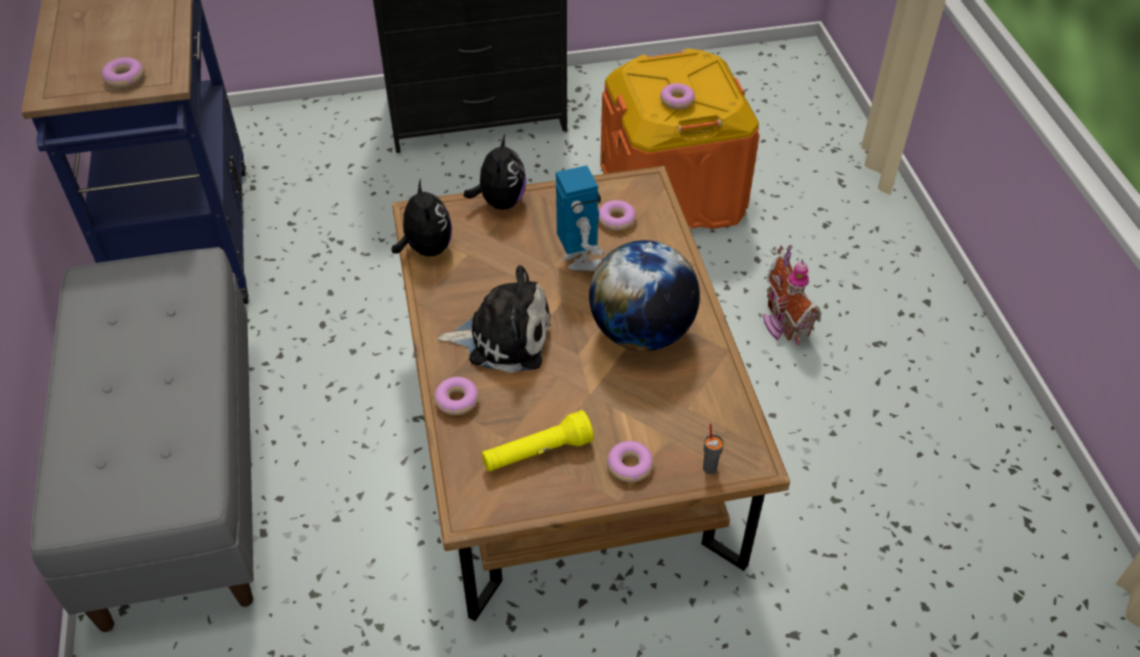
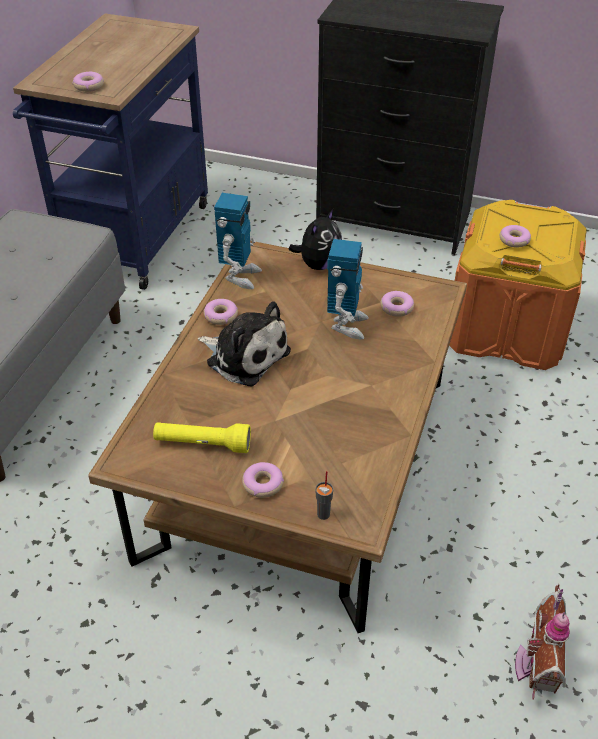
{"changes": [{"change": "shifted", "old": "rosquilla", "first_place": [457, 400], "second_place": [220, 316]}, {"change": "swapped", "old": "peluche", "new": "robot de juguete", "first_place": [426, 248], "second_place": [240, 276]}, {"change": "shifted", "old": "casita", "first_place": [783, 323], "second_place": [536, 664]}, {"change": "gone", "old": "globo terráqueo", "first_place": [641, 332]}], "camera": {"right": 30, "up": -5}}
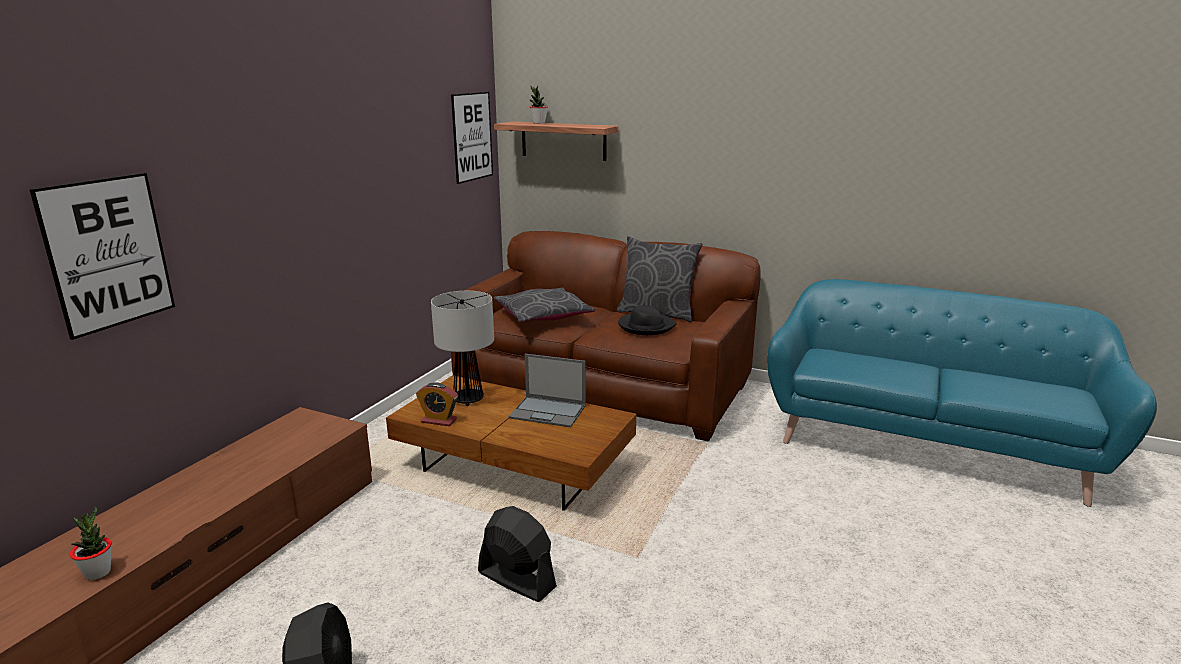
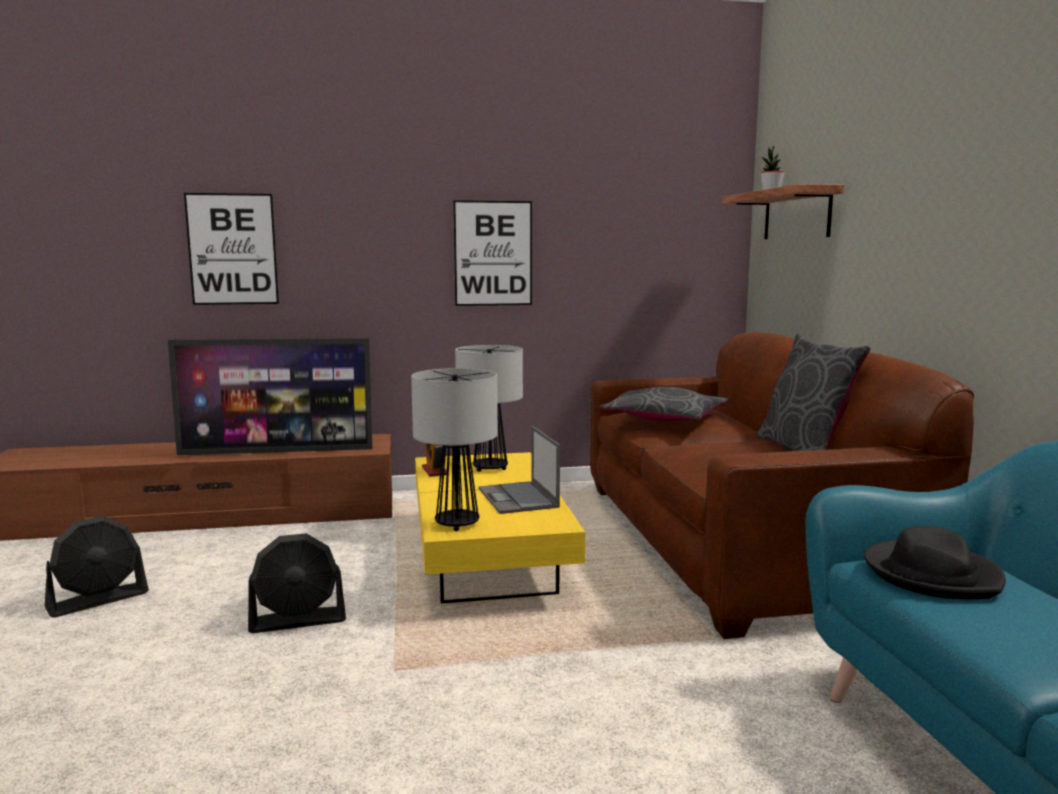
{"changes": [{"change": "new", "new": "televisor", "second_place": [277, 452]}, {"change": "rotated", "old": "ventilador (negro)", "first_place": [516, 579], "second_place": [298, 620], "degrees": 75}, {"change": "new", "new": "lámpara de mesa", "second_place": [456, 524]}, {"change": "repainted", "old": "mesa de centro (marrón)", "new": "mesa de centro (amarillo)", "first_place": [515, 468], "second_place": [489, 558]}, {"change": "shifted", "old": "cuadro", "first_place": [472, 137], "second_place": [493, 253]}, {"change": "shifted", "old": "sombrero (negro)", "first_place": [646, 326], "second_place": [932, 574]}, {"change": "gone", "old": "planta en maceta", "first_place": [98, 572]}], "camera": {"right": 55, "up": -10}}
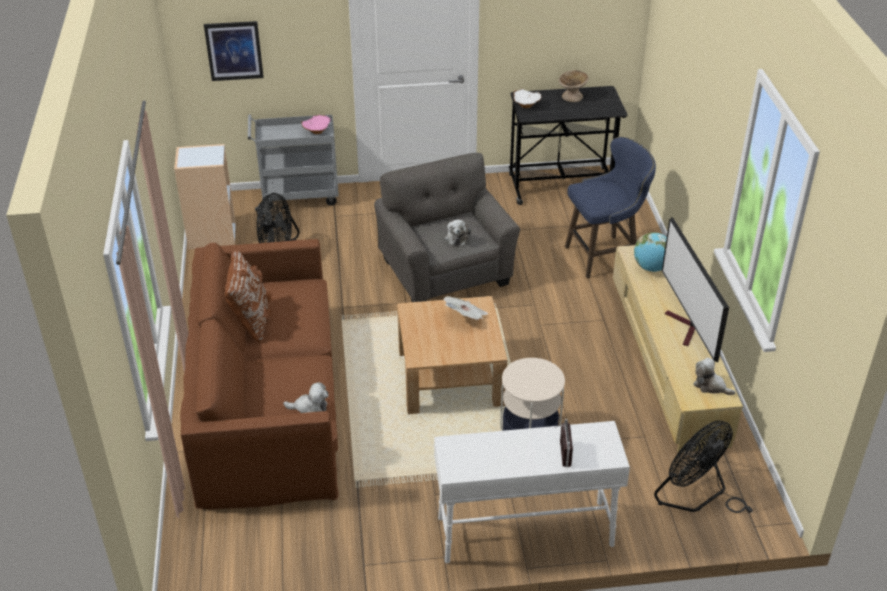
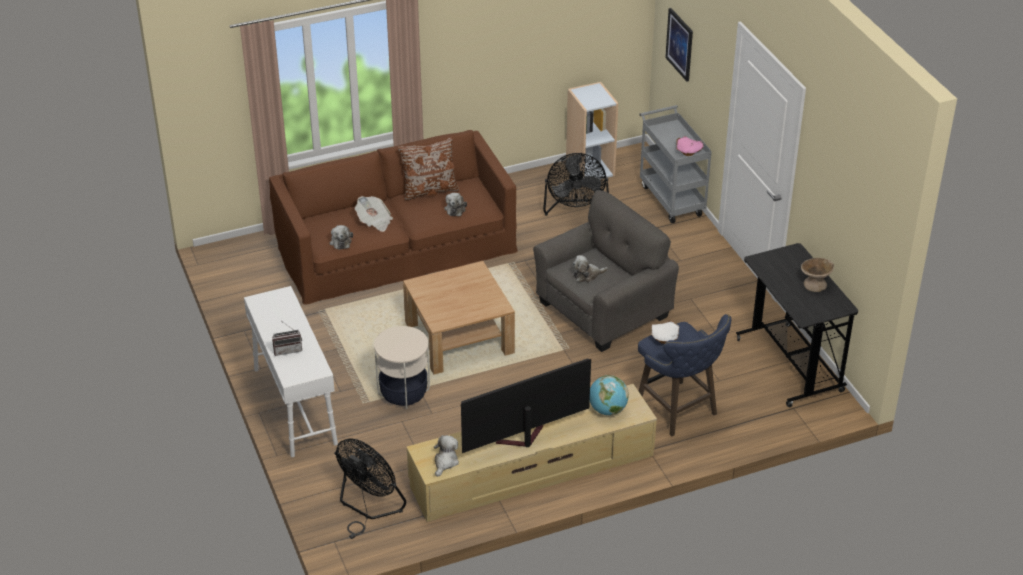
{"changes": [{"change": "shifted", "old": "periódico", "first_place": [466, 317], "second_place": [374, 221]}, {"change": "new", "new": "peluche", "second_place": [455, 208]}, {"change": "shifted", "old": "cuenco (blanco)", "first_place": [526, 105], "second_place": [665, 340]}], "camera": {"right": 75, "up": 0}}
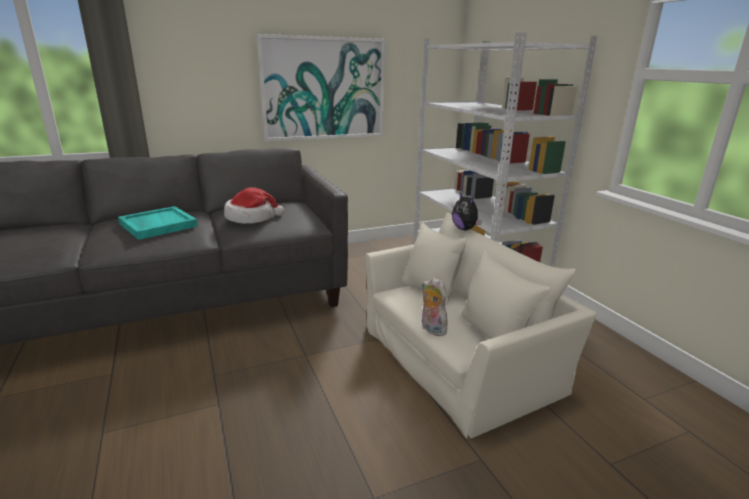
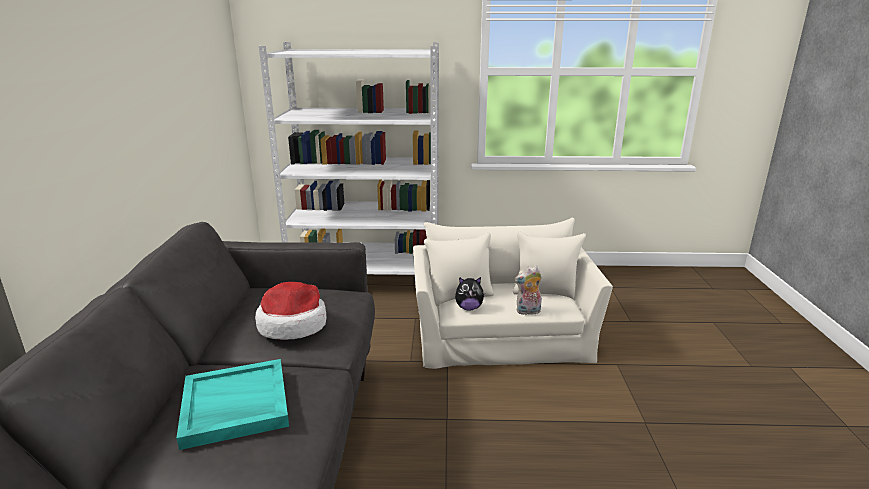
{"changes": [{"change": "shifted", "old": "peluche", "first_place": [465, 229], "second_place": [469, 308]}, {"change": "gone", "old": "cuadro", "first_place": [324, 89]}], "camera": {"right": -65, "up": 0}}
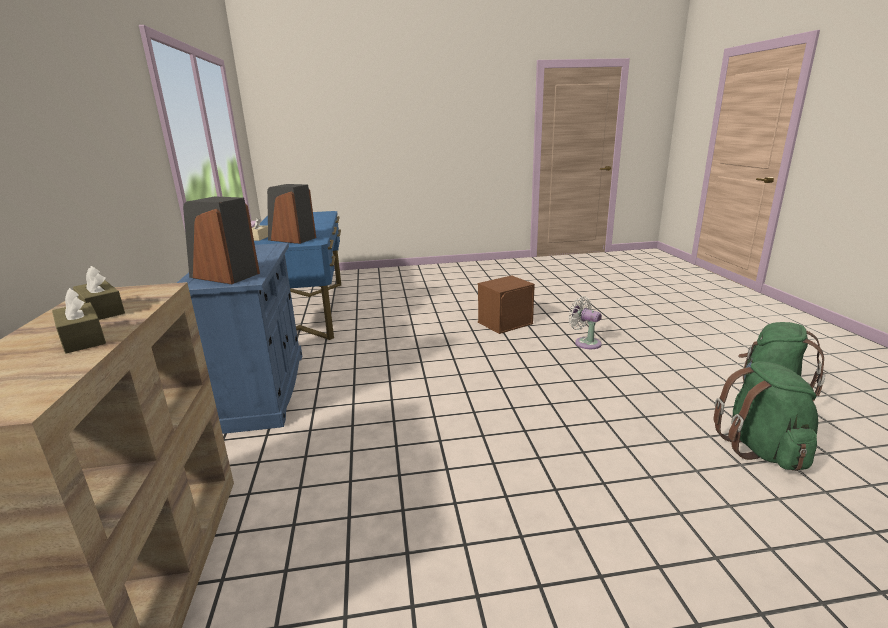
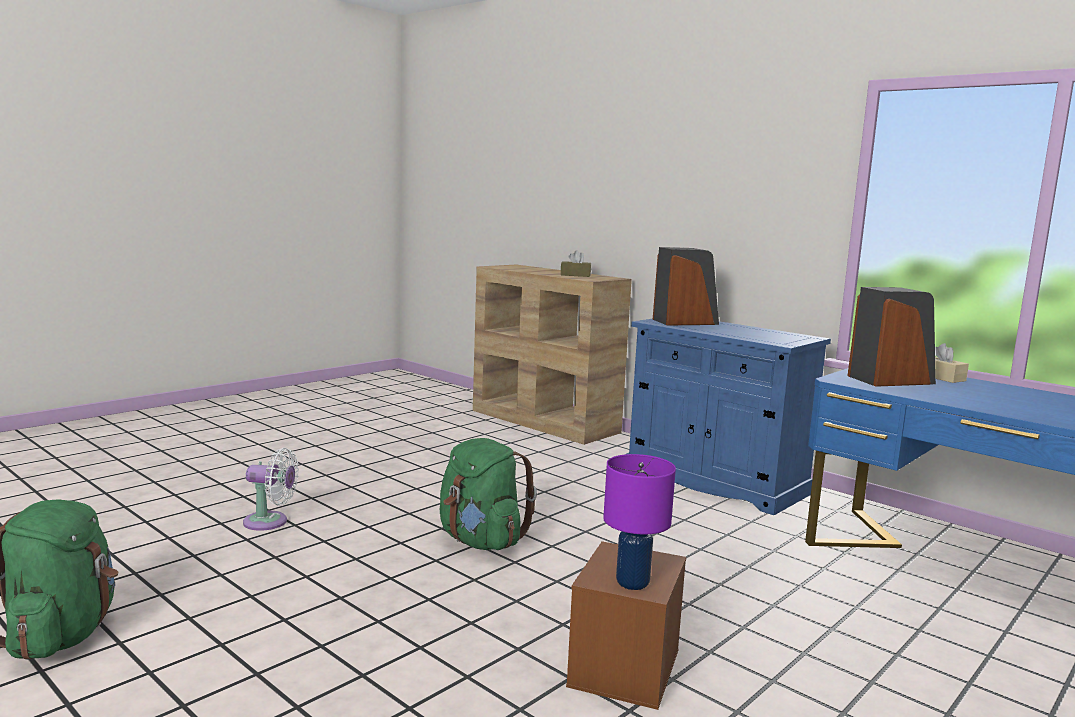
{"changes": [{"change": "shifted", "old": "ventilador (blanco)", "first_place": [585, 343], "second_place": [270, 522]}, {"change": "shifted", "old": "mochila (verde)", "first_place": [761, 449], "second_place": [481, 541]}, {"change": "new", "new": "lámpara de mesa (morado)", "second_place": [632, 584]}, {"change": "gone", "old": "caja de pañuelos (marrón)", "first_place": [82, 339]}], "camera": {"right": 140, "up": -10}}
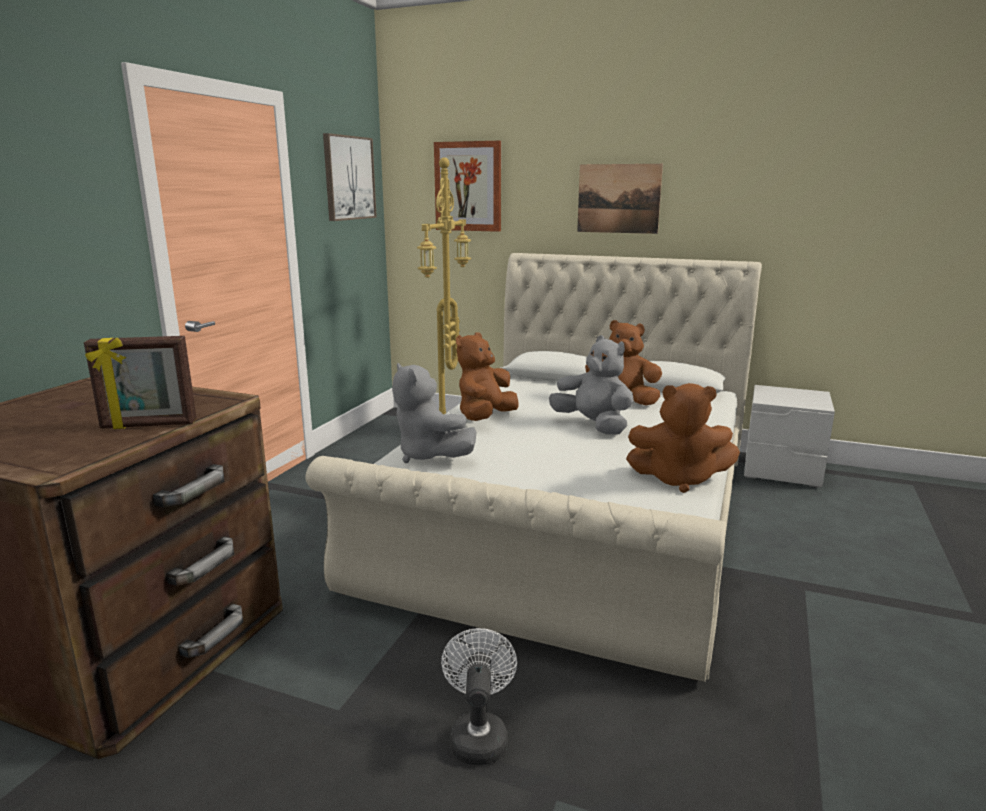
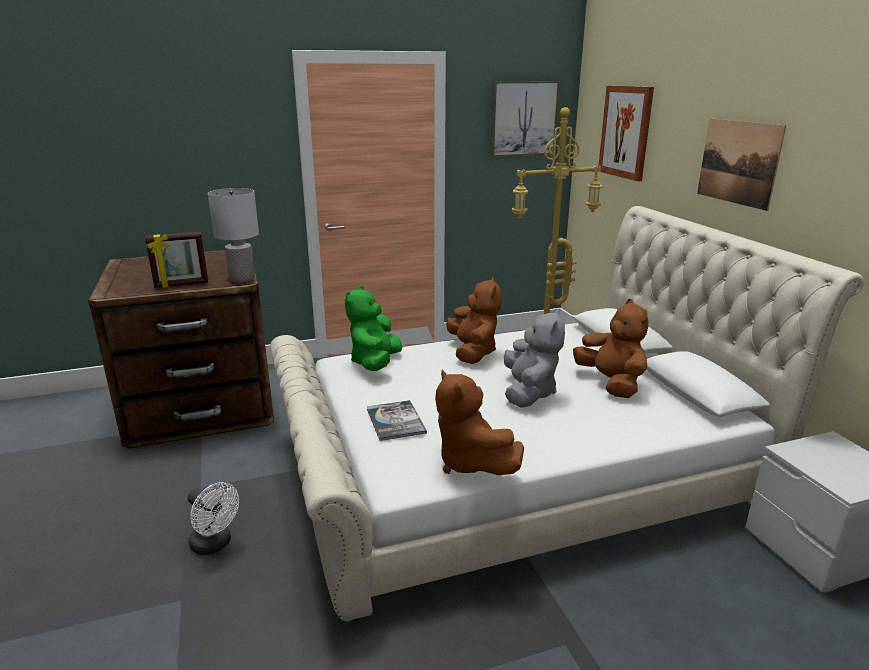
{"changes": [{"change": "rotated", "old": "portarretratos", "first_place": [149, 425], "second_place": [181, 285], "degrees": -60}, {"change": "rotated", "old": "ventilador (blanco)", "first_place": [478, 735], "second_place": [215, 544], "degrees": 75}, {"change": "new", "new": "lámpara de mesa (gris)", "second_place": [242, 280]}, {"change": "repainted", "old": "peluche (gris)", "new": "peluche (verde)", "first_place": [429, 455], "second_place": [375, 363]}, {"change": "new", "new": "libro", "second_place": [395, 421]}, {"change": "rotated", "old": "peluche (marrón)", "first_place": [485, 418], "second_place": [473, 352], "degrees": 90}], "camera": {"right": 50, "up": 5}}
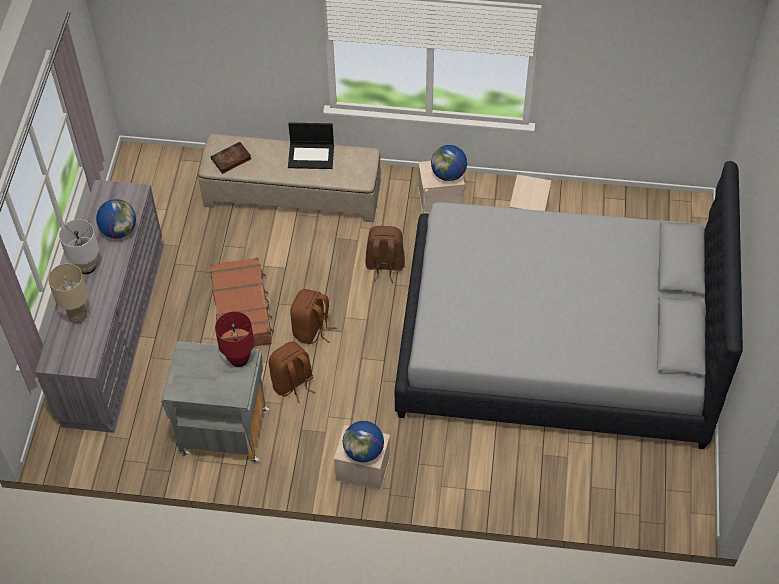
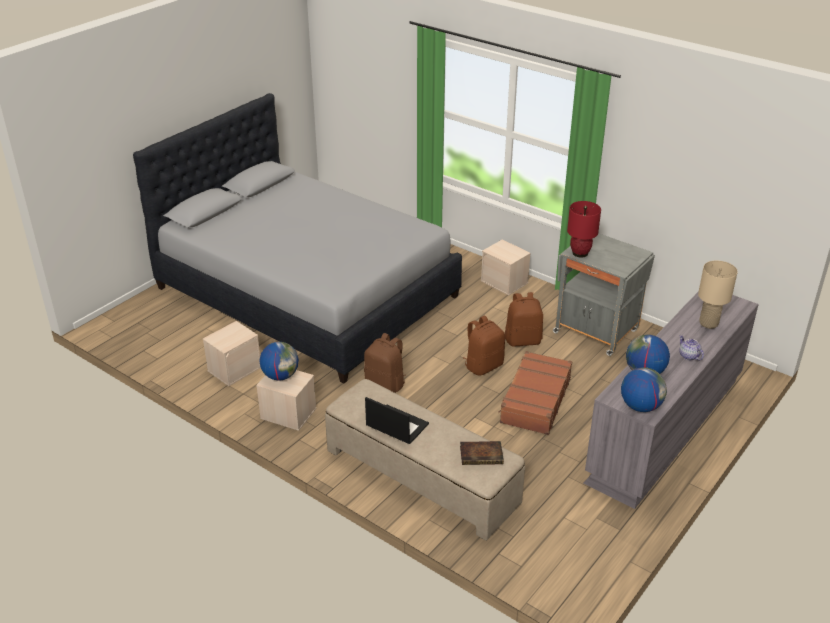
{"changes": [{"change": "shifted", "old": "globo terráqueo", "first_place": [364, 451], "second_place": [640, 406]}, {"change": "swapped", "old": "lámpara de mesa (blanco)", "new": "tetera", "first_place": [87, 267], "second_place": [688, 356]}], "camera": {"right": -150, "up": -20}}
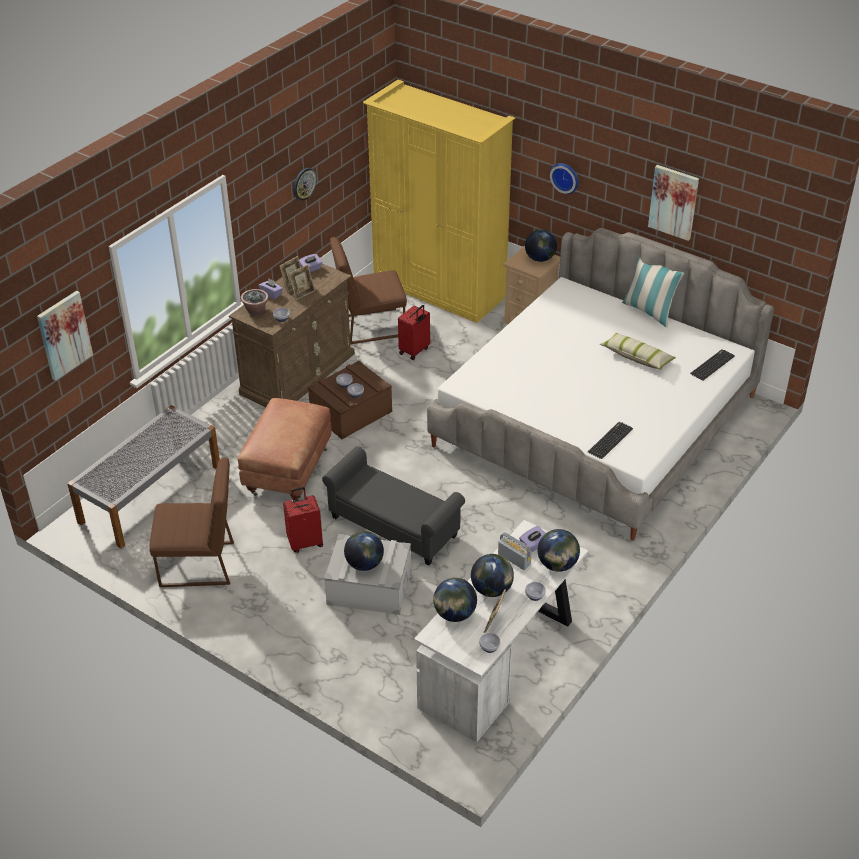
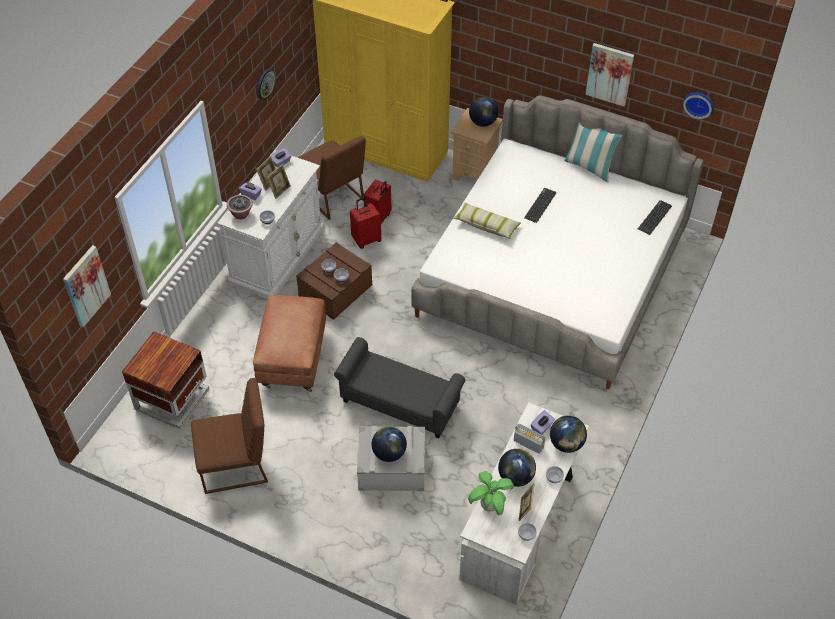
{"changes": [{"change": "swapped", "old": "banco (gris)", "new": "mesita de noche", "first_place": [150, 494], "second_place": [172, 399]}, {"change": "repainted", "old": "cómoda (marrón)", "new": "cómoda (blanco)", "first_place": [297, 373], "second_place": [277, 255]}, {"change": "rotated", "old": "silla (marrón)", "first_place": [370, 326], "second_place": [332, 196], "degrees": -105}, {"change": "shifted", "old": "maleta (rojo)", "first_place": [305, 542], "second_place": [366, 239]}, {"change": "shifted", "old": "cojín", "first_place": [636, 357], "second_place": [486, 225]}, {"change": "swapped", "old": "globo terráqueo", "new": "planta en maceta", "first_place": [454, 614], "second_place": [489, 506]}, {"change": "shifted", "old": "teclado", "first_place": [610, 440], "second_place": [540, 205]}, {"change": "shifted", "old": "reloj de pared", "first_place": [565, 177], "second_place": [699, 103]}], "camera": {"right": -10, "up": 10}}
